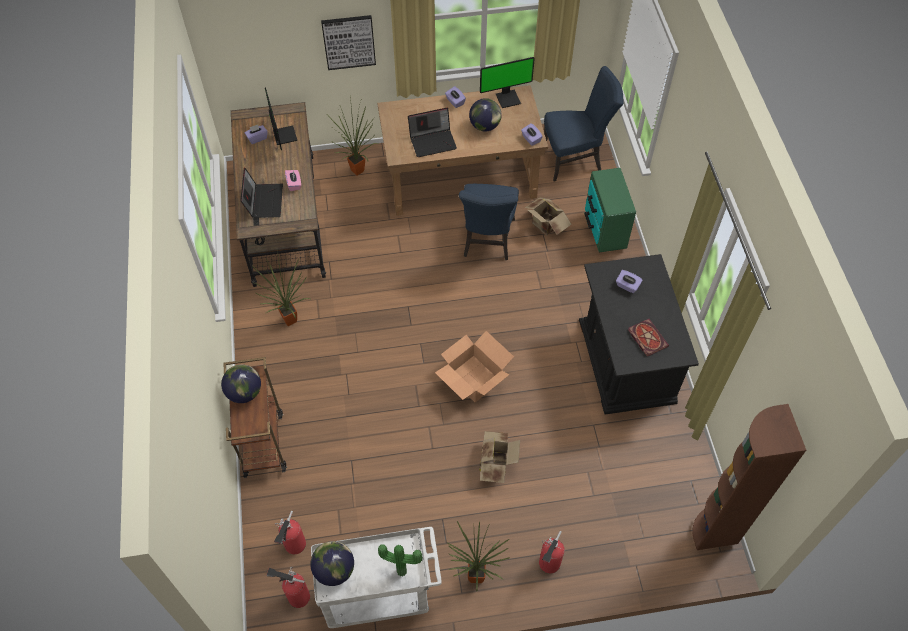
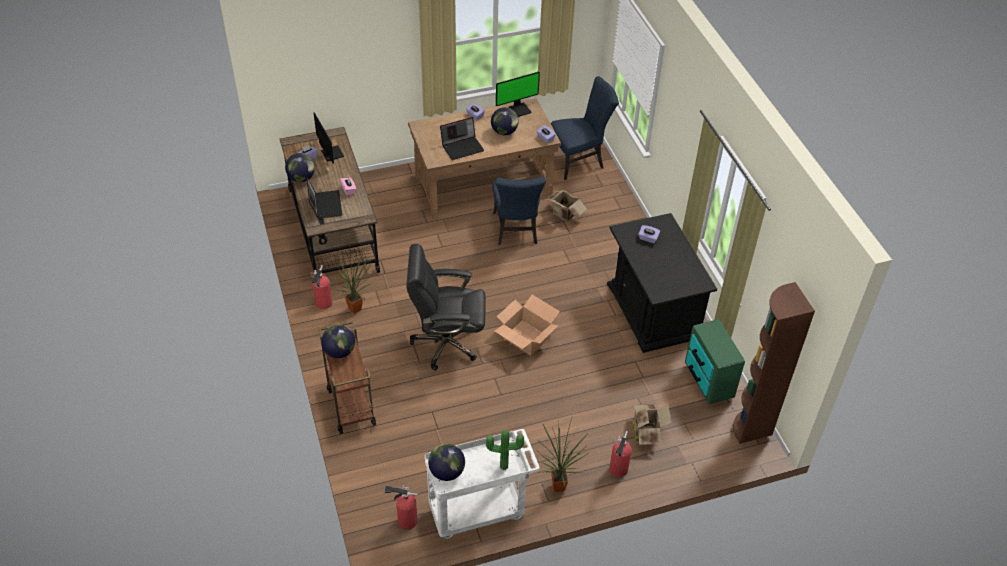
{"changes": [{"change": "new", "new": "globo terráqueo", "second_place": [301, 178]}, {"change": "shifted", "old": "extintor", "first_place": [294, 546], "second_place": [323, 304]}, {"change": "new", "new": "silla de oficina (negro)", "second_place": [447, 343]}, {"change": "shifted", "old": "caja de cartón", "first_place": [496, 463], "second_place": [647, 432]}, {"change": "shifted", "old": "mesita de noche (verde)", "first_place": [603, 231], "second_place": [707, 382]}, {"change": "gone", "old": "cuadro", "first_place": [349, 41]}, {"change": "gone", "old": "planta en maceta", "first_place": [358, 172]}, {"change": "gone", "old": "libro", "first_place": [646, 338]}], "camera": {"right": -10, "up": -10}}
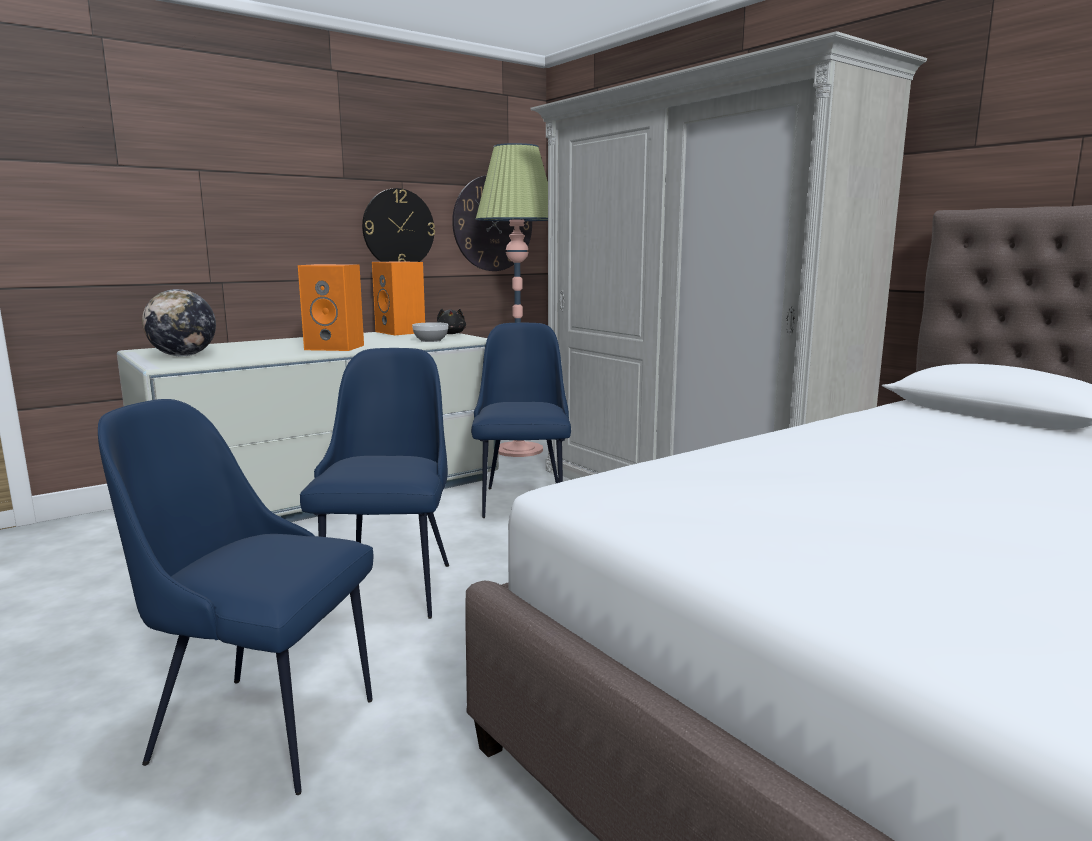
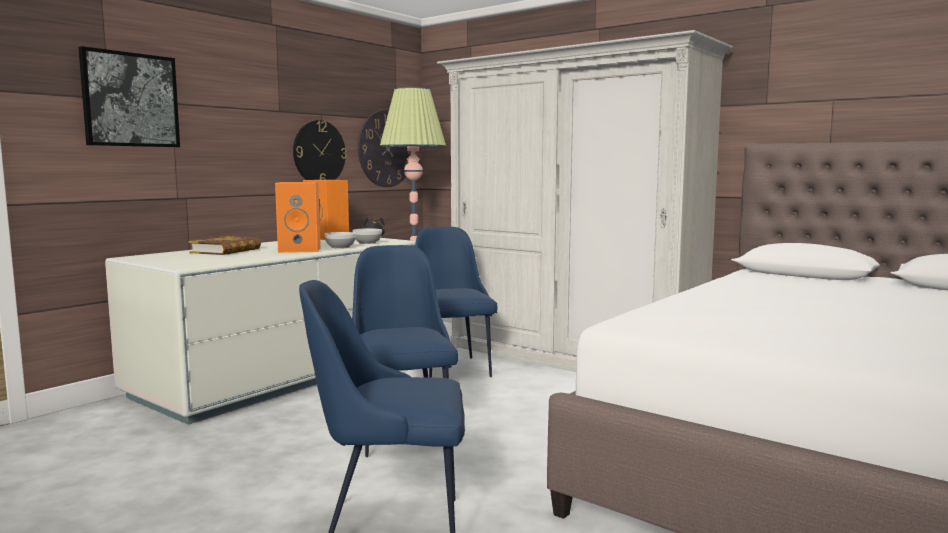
{"changes": [{"change": "new", "new": "cuadro", "second_place": [130, 100]}, {"change": "new", "new": "libro", "second_place": [226, 251]}, {"change": "new", "new": "cuenco", "second_place": [340, 247]}, {"change": "gone", "old": "globo terráqueo", "first_place": [183, 356]}], "camera": {"right": -15, "up": -5}}
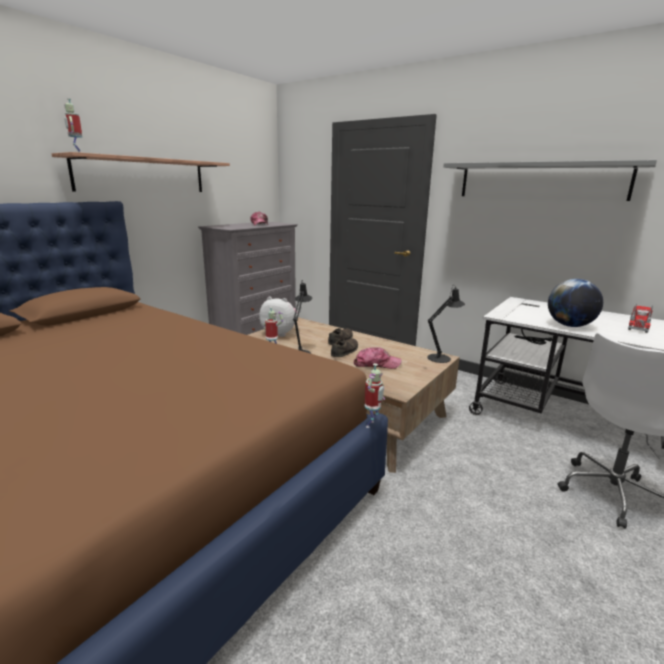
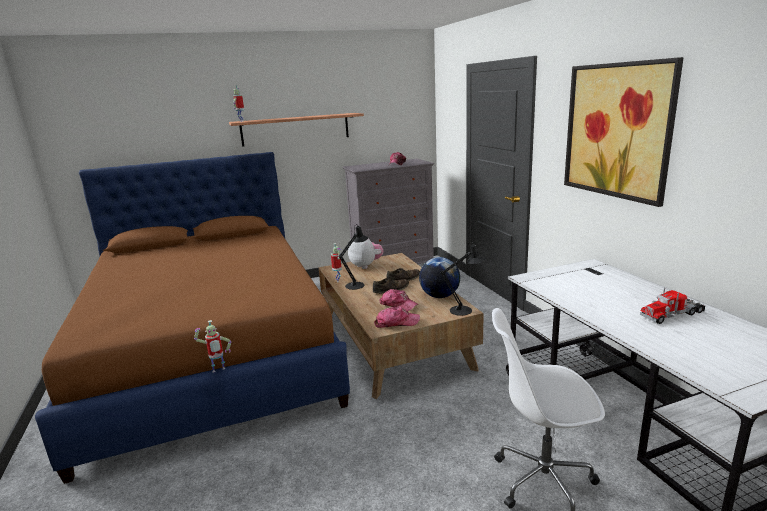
{"changes": [{"change": "shifted", "old": "robot de juguete", "first_place": [372, 425], "second_place": [218, 371]}, {"change": "new", "new": "gorra", "second_place": [396, 323]}, {"change": "shifted", "old": "globo terráqueo", "first_place": [570, 325], "second_place": [440, 296]}, {"change": "swapped", "old": "estante (gris)", "new": "cuadro", "first_place": [540, 181], "second_place": [617, 130]}], "camera": {"right": 35, "up": 0}}
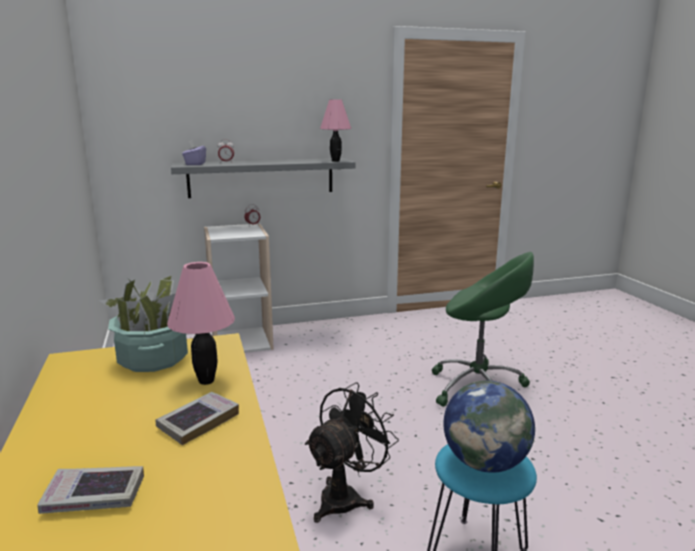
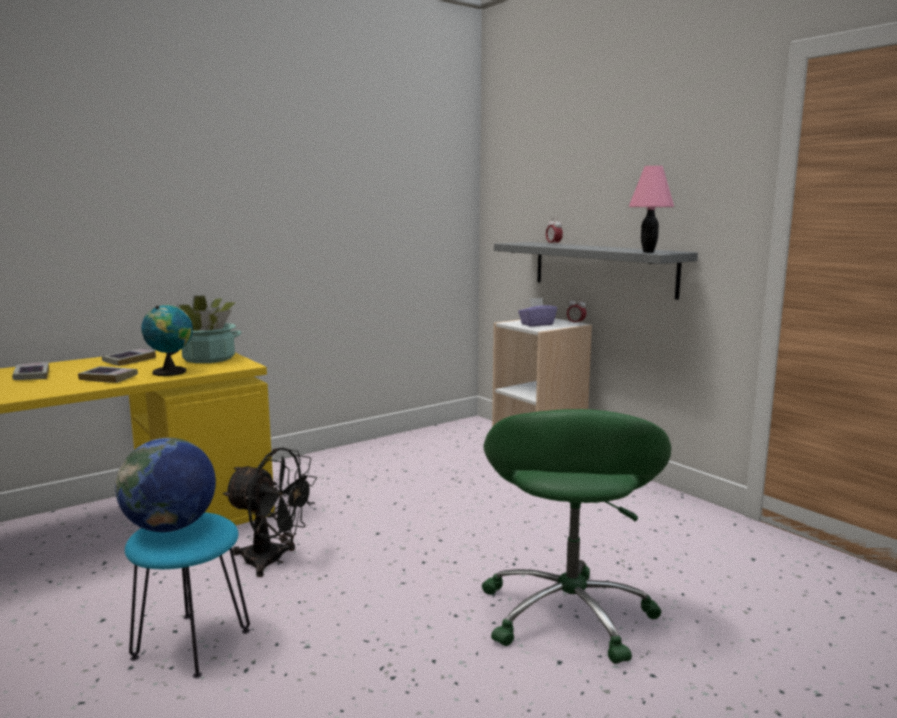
{"changes": [{"change": "new", "new": "libro", "second_place": [129, 360]}, {"change": "swapped", "old": "lámpara de mesa (rosa)", "new": "globo terráqueo", "first_place": [205, 381], "second_place": [171, 371]}, {"change": "shifted", "old": "caja de pañuelos (morado)", "first_place": [195, 164], "second_place": [537, 324]}], "camera": {"right": 70, "up": -5}}
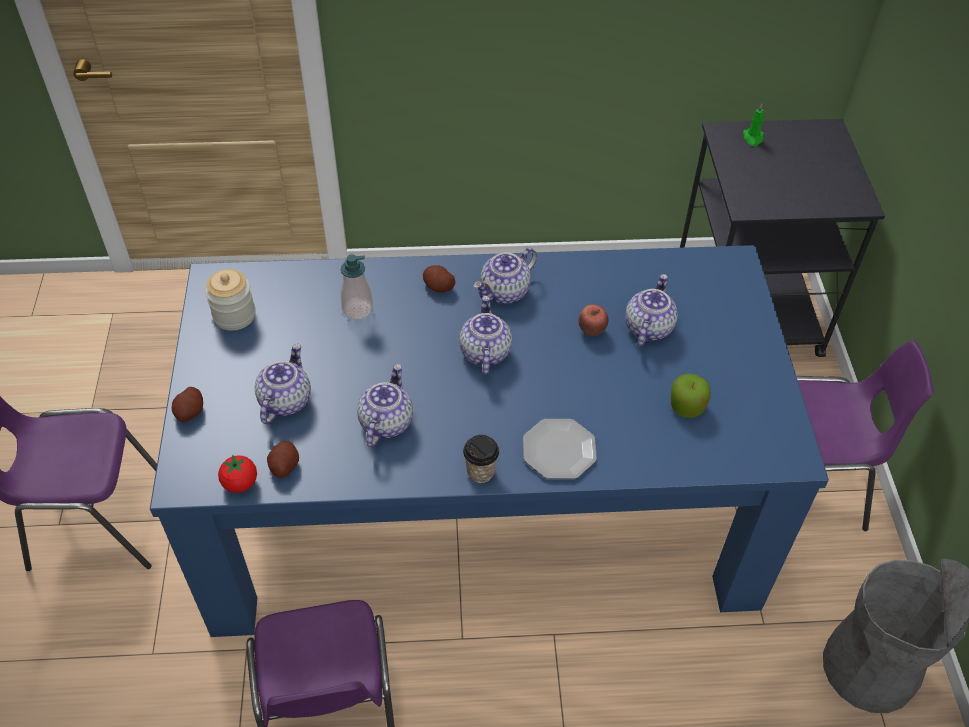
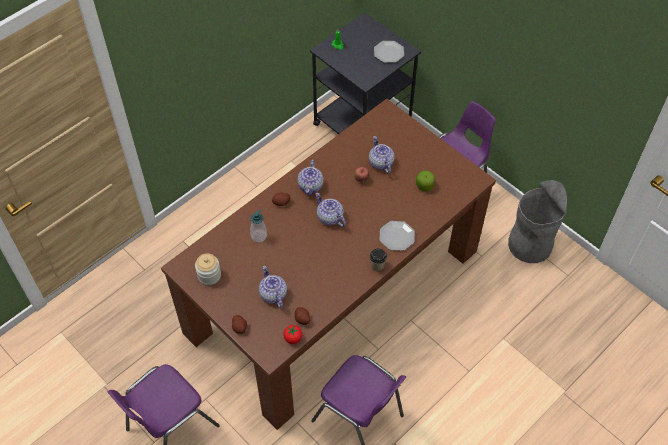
{"changes": [{"change": "repainted", "old": "mesa de comedor (azul)", "new": "mesa de comedor (marrón)", "first_place": [481, 506], "second_place": [333, 291]}, {"change": "new", "new": "plato", "second_place": [388, 53]}, {"change": "gone", "old": "tetera", "first_place": [385, 422]}], "camera": {"right": -40, "up": 5}}
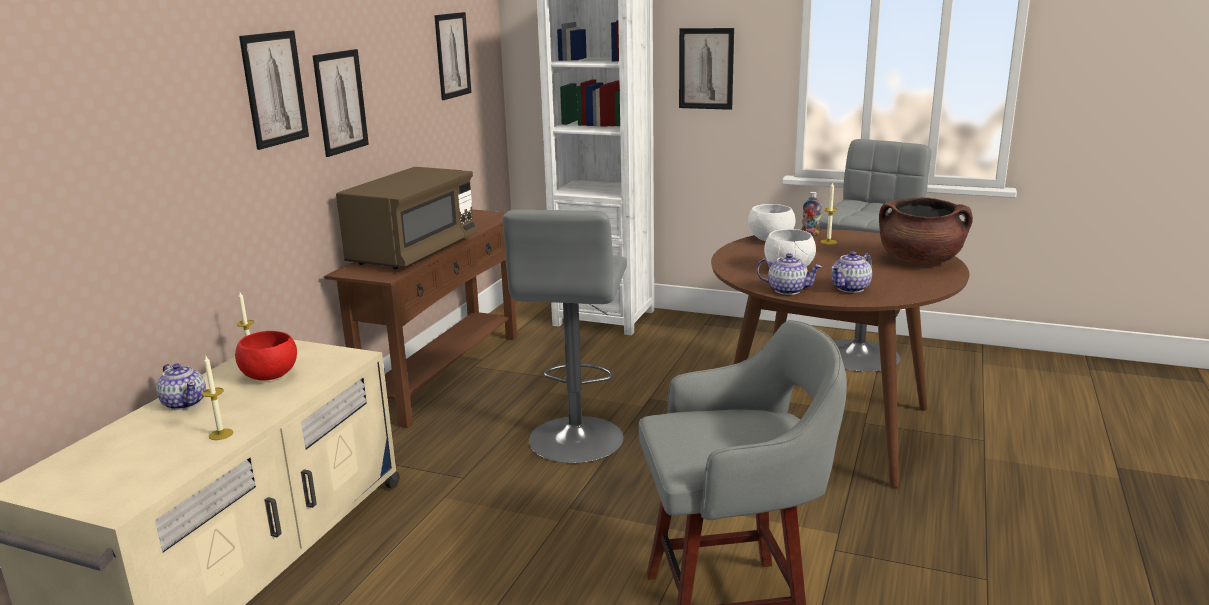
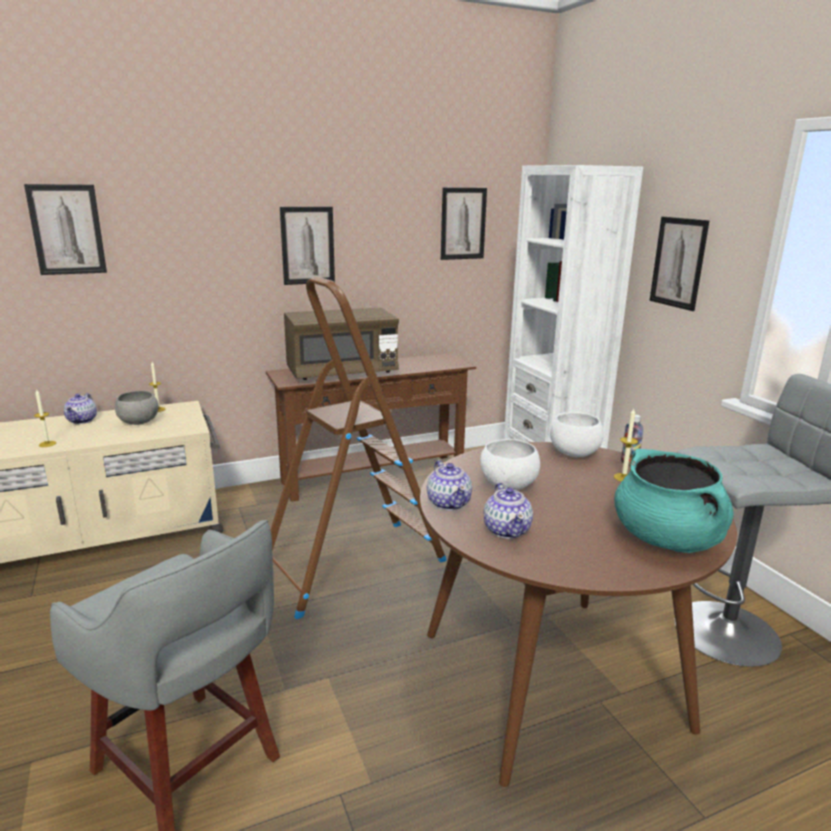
{"changes": [{"change": "shifted", "old": "cuadro", "first_place": [274, 89], "second_place": [67, 230]}, {"change": "repainted", "old": "cuenco (rojo)", "new": "cuenco (gris)", "first_place": [270, 376], "second_place": [139, 422]}, {"change": "swapped", "old": "taburete (gris)", "new": "escalera de tijera (marrón)", "first_place": [574, 440], "second_place": [355, 565]}, {"change": "rotated", "old": "tetera", "first_place": [851, 288], "second_place": [507, 530], "degrees": -105}, {"change": "repainted", "old": "olla (marrón)", "new": "olla (turquesa)", "first_place": [920, 260], "second_place": [667, 539]}], "camera": {"right": 45, "up": 0}}
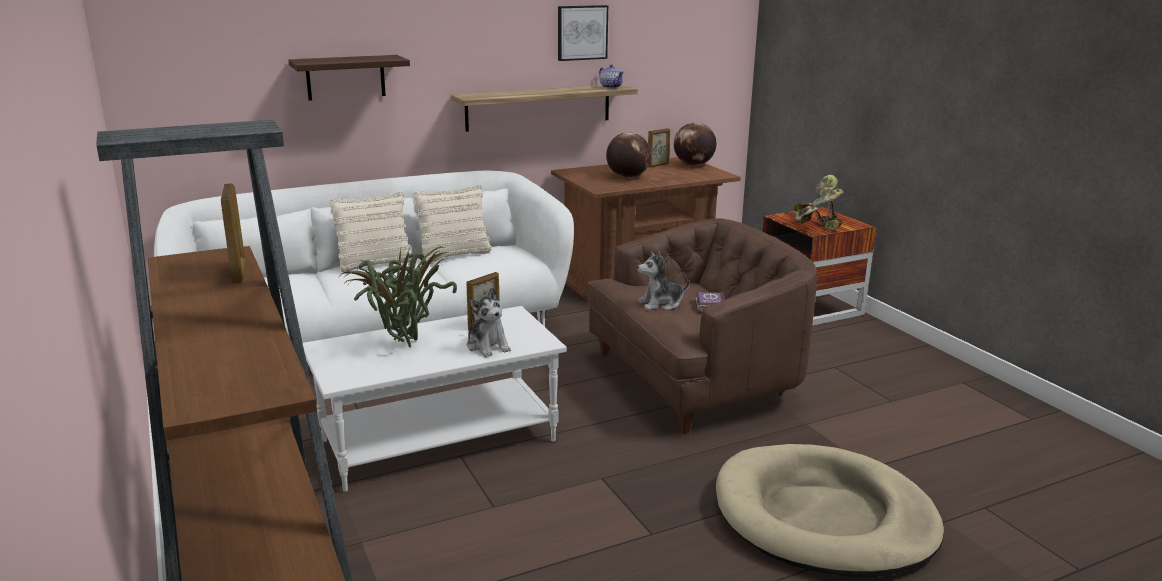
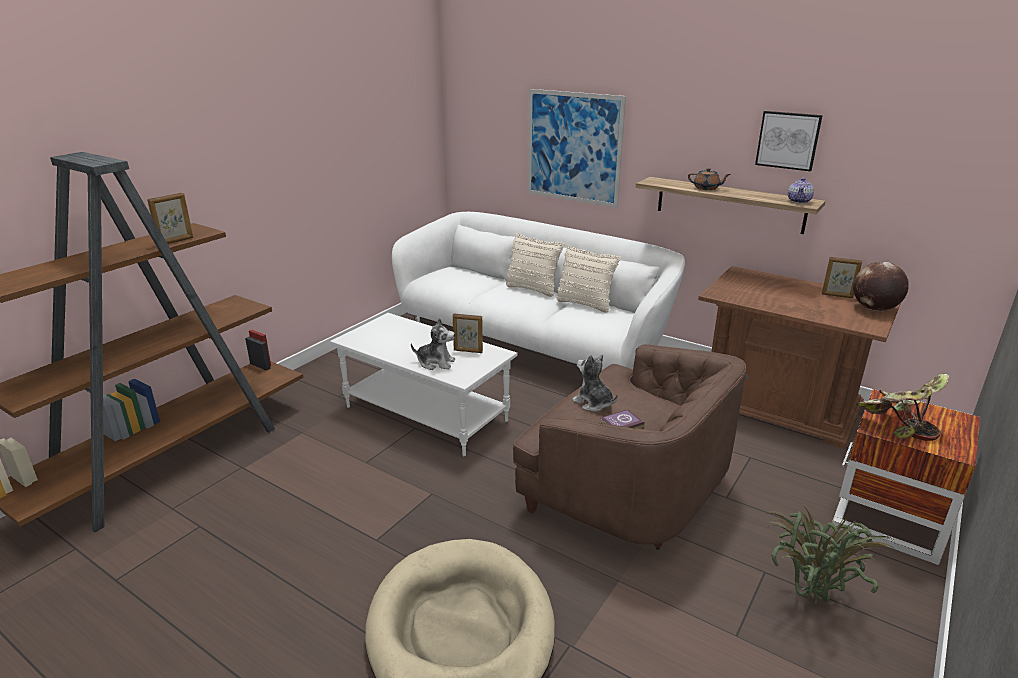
{"changes": [{"change": "rotated", "old": "peluche", "first_place": [488, 346], "second_place": [436, 363], "degrees": -105}, {"change": "swapped", "old": "estante", "new": "cuadro", "first_place": [345, 77], "second_place": [573, 147]}, {"change": "new", "new": "tetera (marrón)", "second_place": [706, 188]}, {"change": "shifted", "old": "planta en maceta", "first_place": [402, 346], "second_place": [809, 598]}, {"change": "gone", "old": "globo terráqueo", "first_place": [627, 177]}], "camera": {"right": 60, "up": 5}}
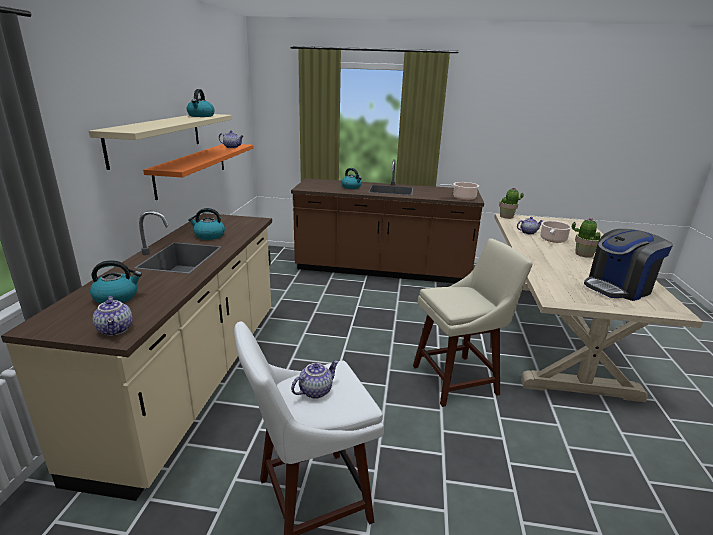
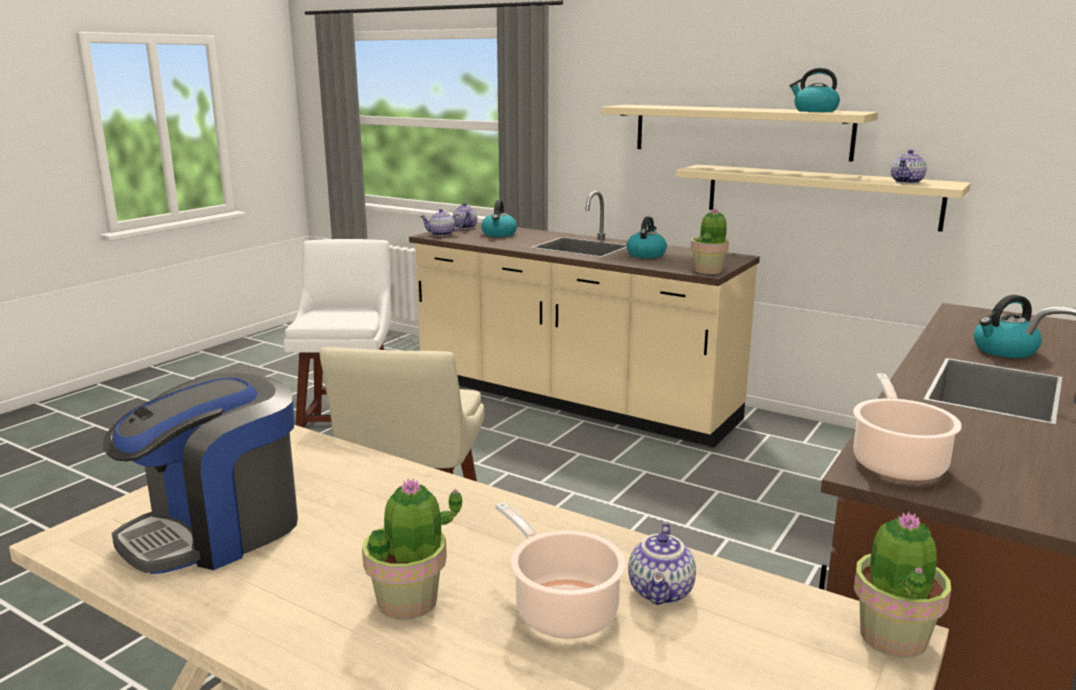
{"changes": [{"change": "rotated", "old": "cafetera", "first_place": [618, 288], "second_place": [217, 530], "degrees": -135}, {"change": "shifted", "old": "tetera", "first_place": [315, 390], "second_place": [465, 227]}, {"change": "repainted", "old": "estante (naranja)", "new": "estante (beis)", "first_place": [192, 168], "second_place": [820, 196]}, {"change": "new", "new": "planta en maceta", "second_place": [708, 270]}], "camera": {"right": 115, "up": -5}}
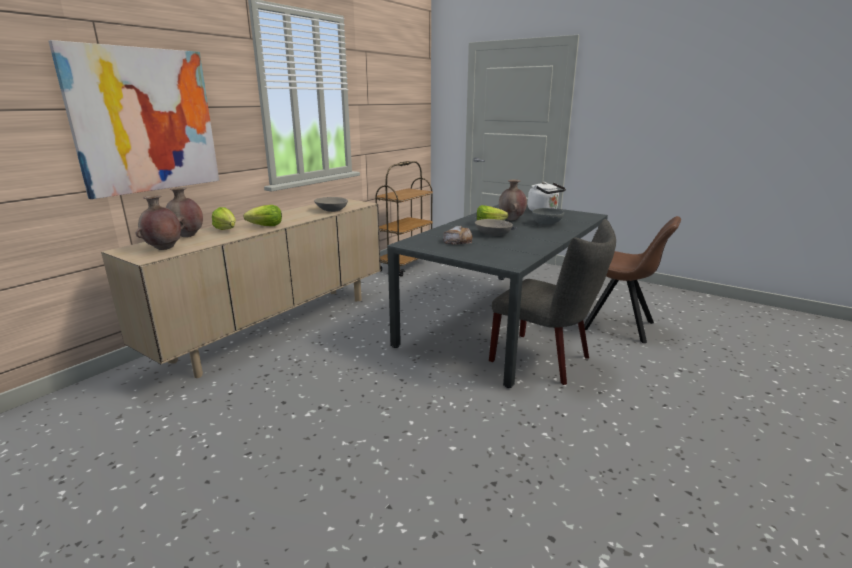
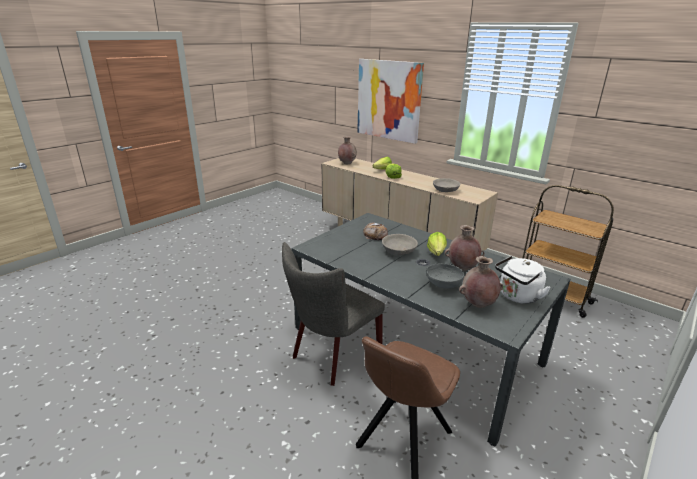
{"changes": [{"change": "shifted", "old": "florero (marrón)", "first_place": [187, 236], "second_place": [477, 304]}], "camera": {"right": 95, "up": 5}}
